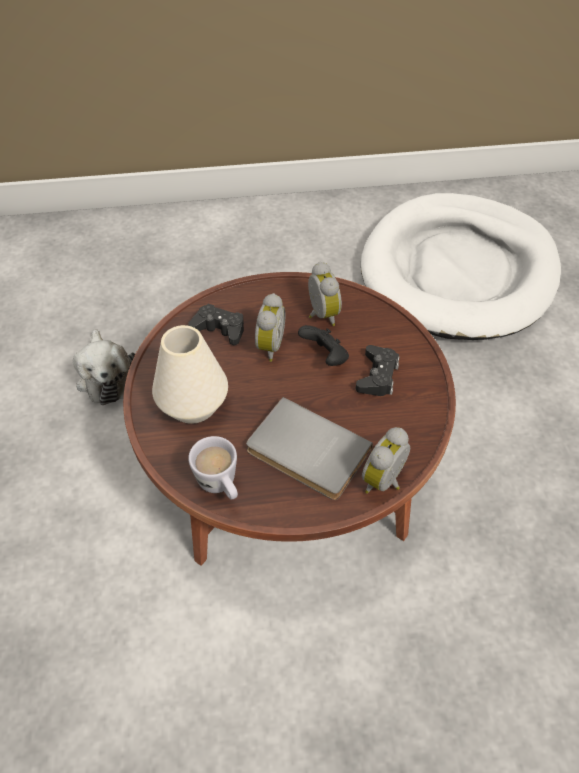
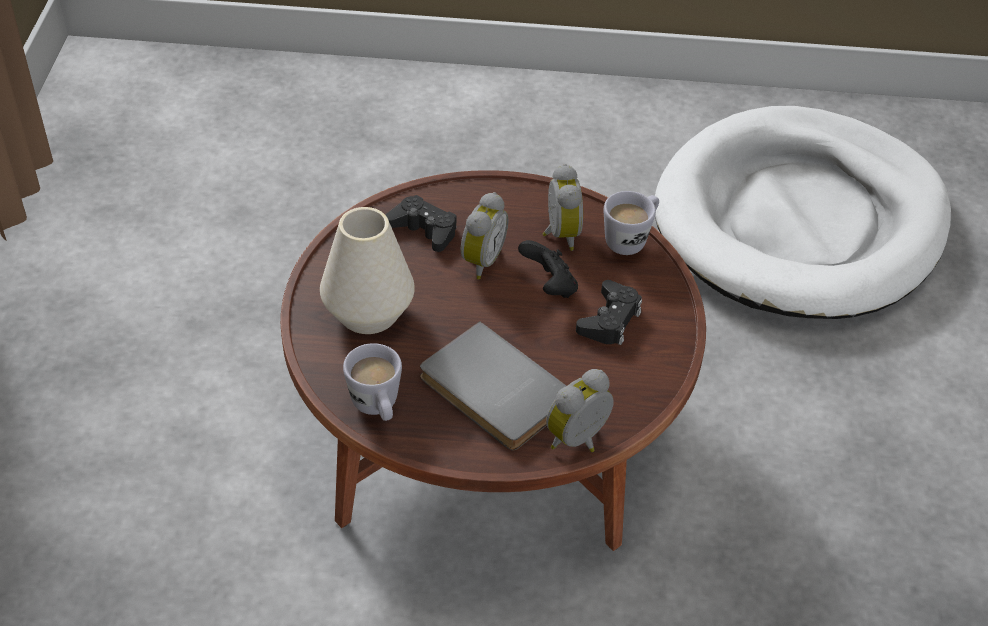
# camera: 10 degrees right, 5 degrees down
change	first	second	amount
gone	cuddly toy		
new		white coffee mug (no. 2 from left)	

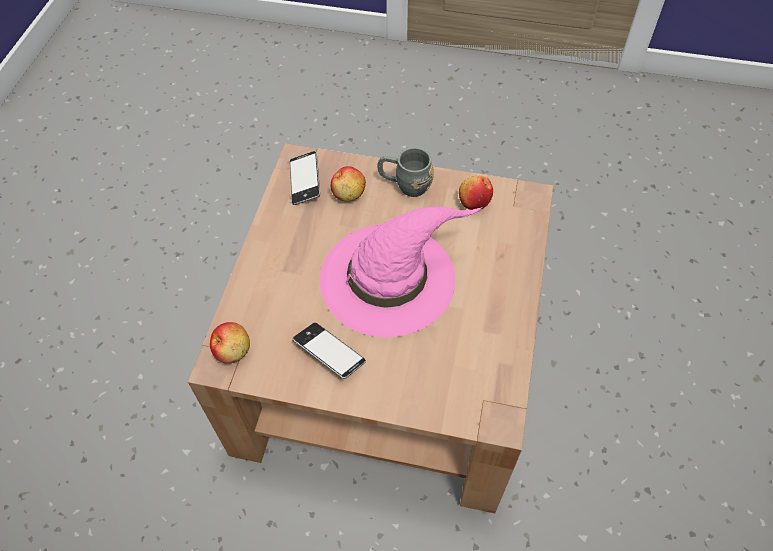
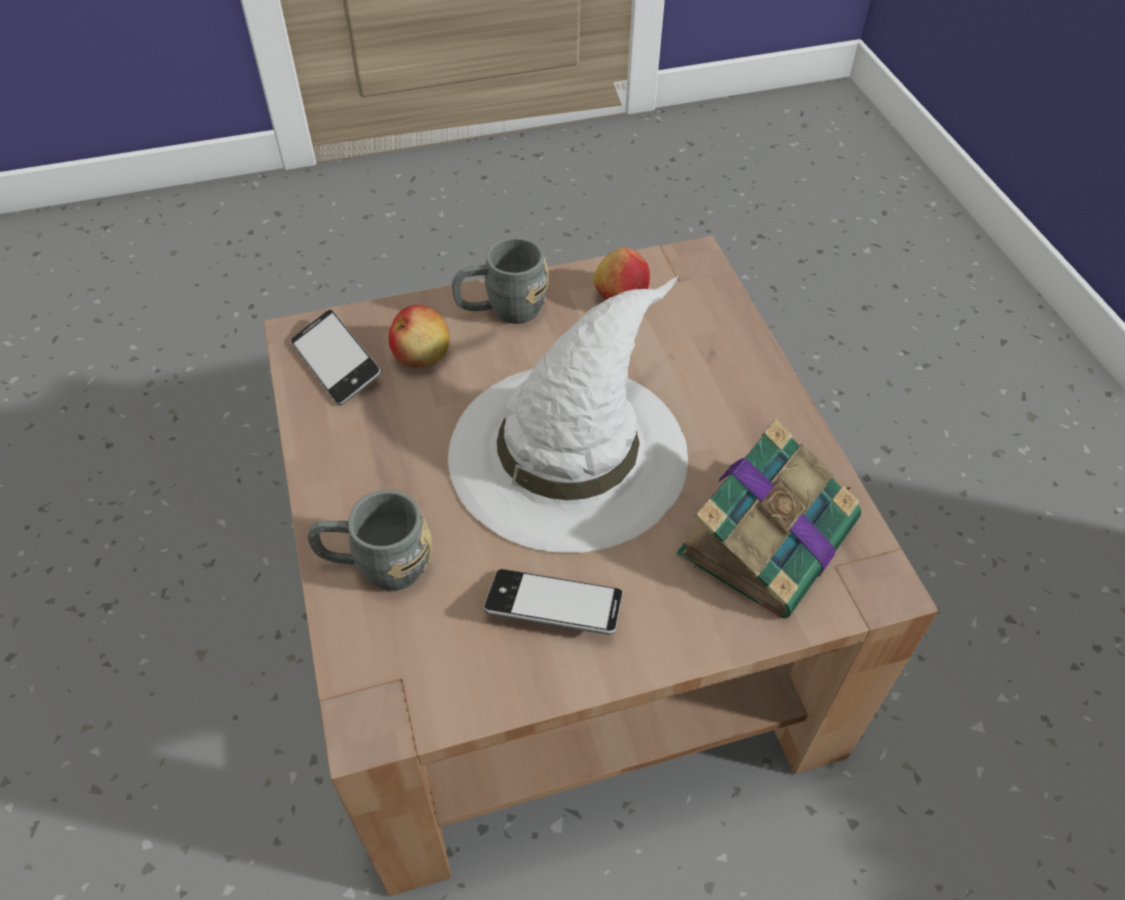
# camera: 30 degrees left, 5 degrees down
change	first	second	amount
repainted	pink clothing hat	white clothing hat	
gone	whole apple (no. 1 from left)		
new		volume	
new		grey coffee mug (no. 1 from left)	

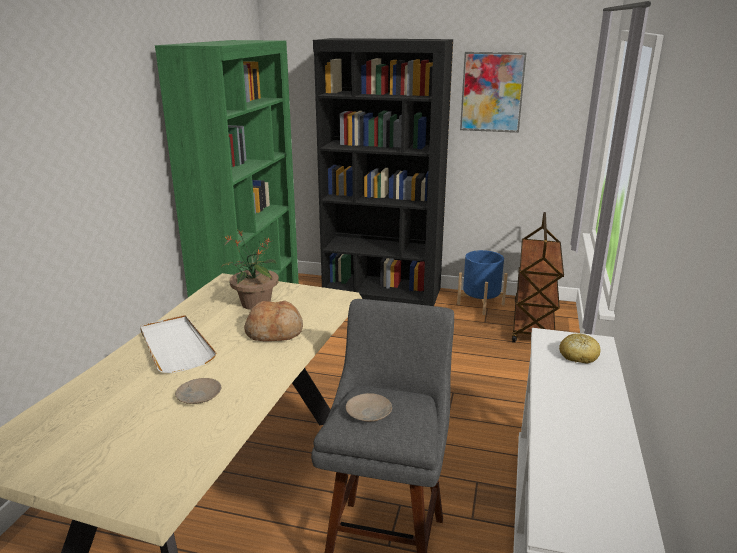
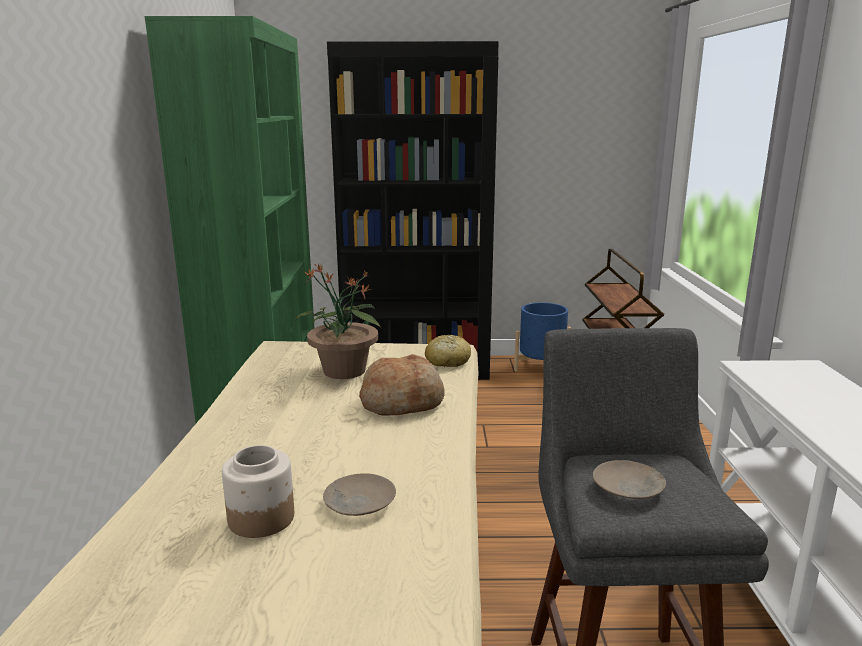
# camera: 15 degrees left, 5 degrees down
change	first	second	amount
gone	picture		
gone	white tray		
shifted	bread (no. 2 from left)		
new		preserve jar	

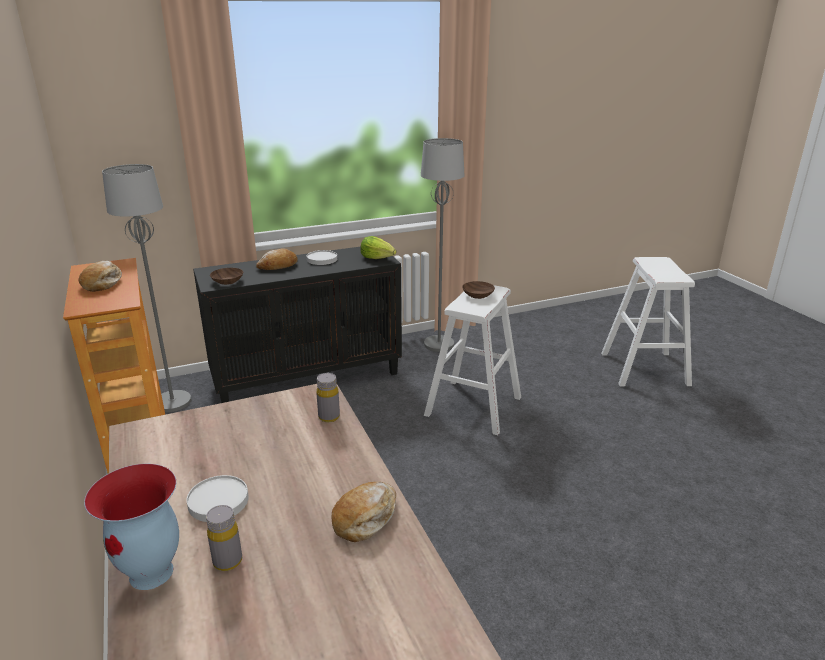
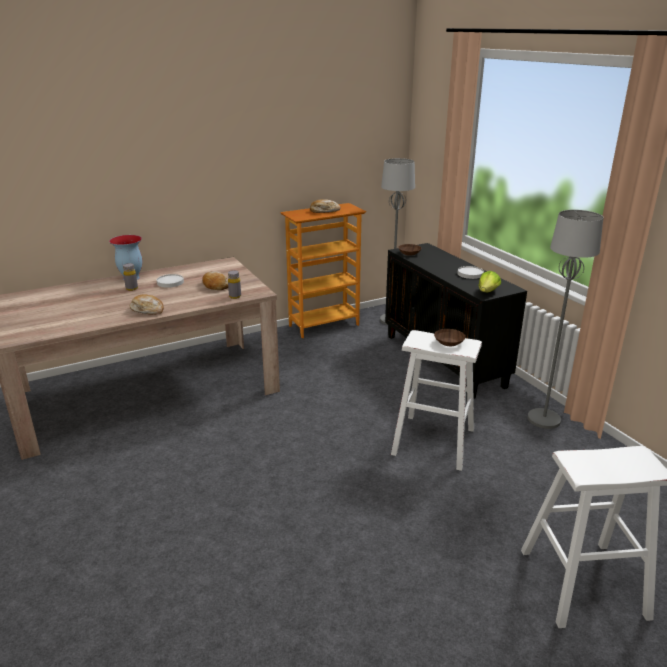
# camera: 85 degrees right, 0 degrees up
change	first	second	amount
shifted	bread (no. 2 from left)		

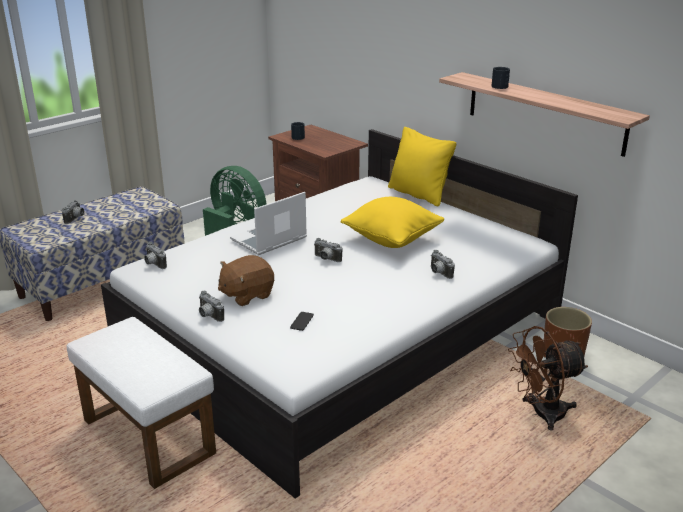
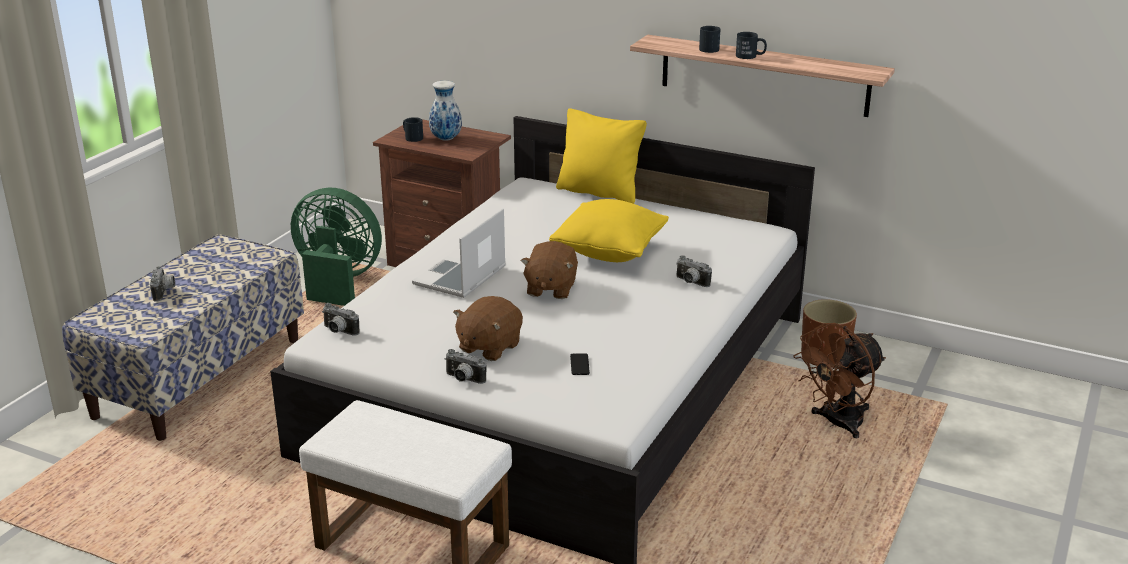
# camera: 20 degrees left, 0 degrees up
change	first	second	amount
swapped	photo camera (no. 4 from left)	brown-coloured cuddly toy (no. 2 from left)	
new		black coffee mug (no. 3 from left)	
new		vase	

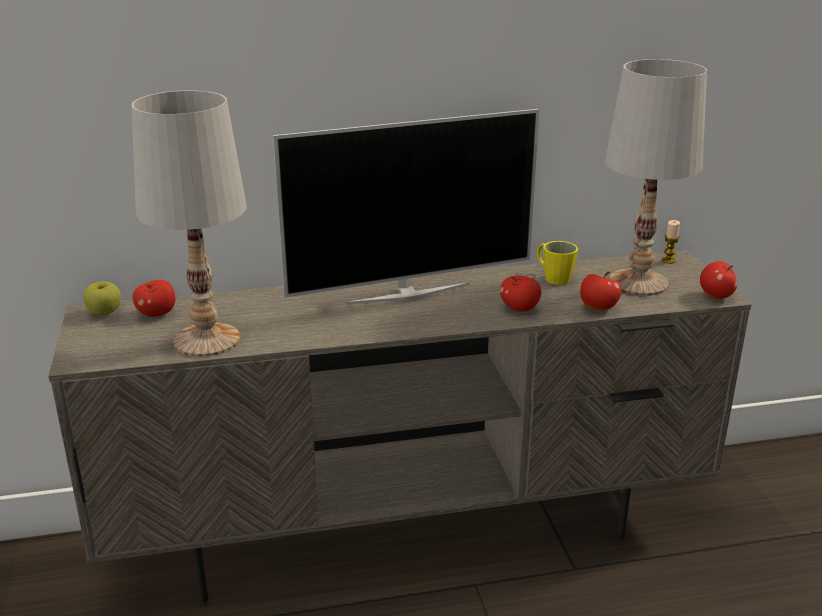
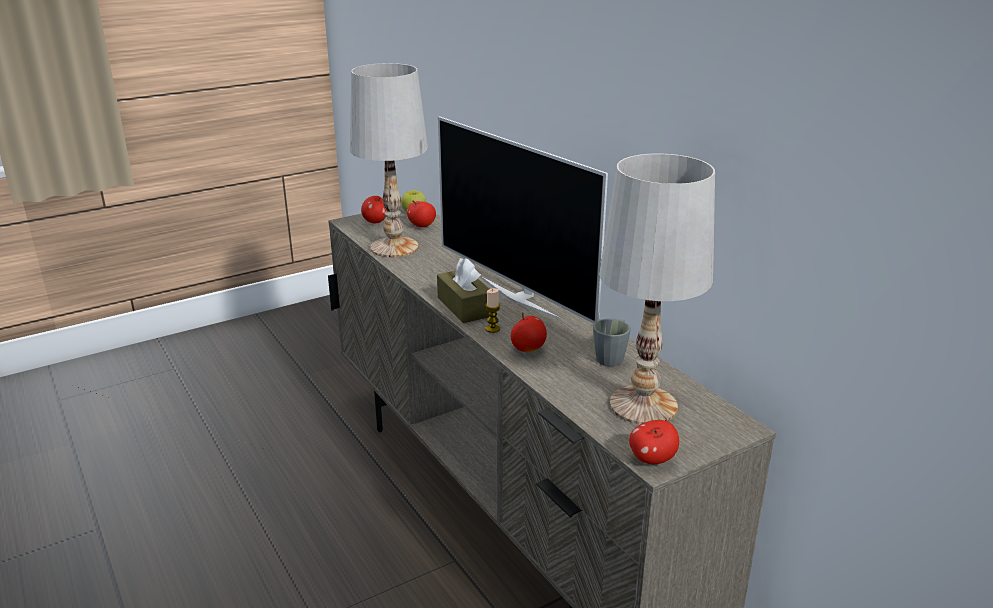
# camera: 70 degrees right, 0 degrees up
change	first	second	amount
shifted	candle		
repainted	yellowish coffee mug	grey coffee mug	
shifted	whole apple (no. 4 from left in the first image)	whole apple (no. 1 from left)	
new		brown-coloured box of tissues	

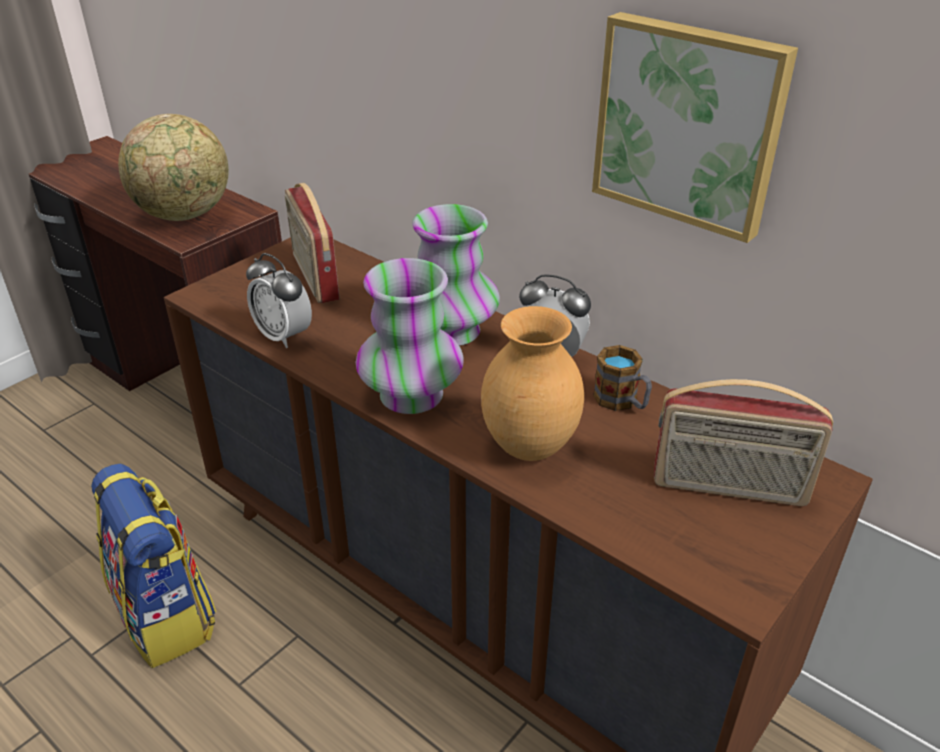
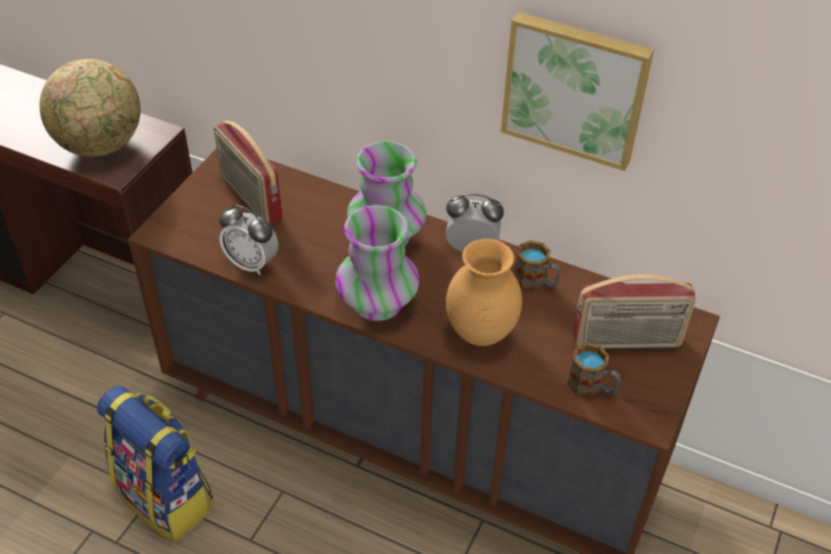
# camera: 15 degrees left, 10 degrees up
change	first	second	amount
new		coffee mug (no. 2 from left)	

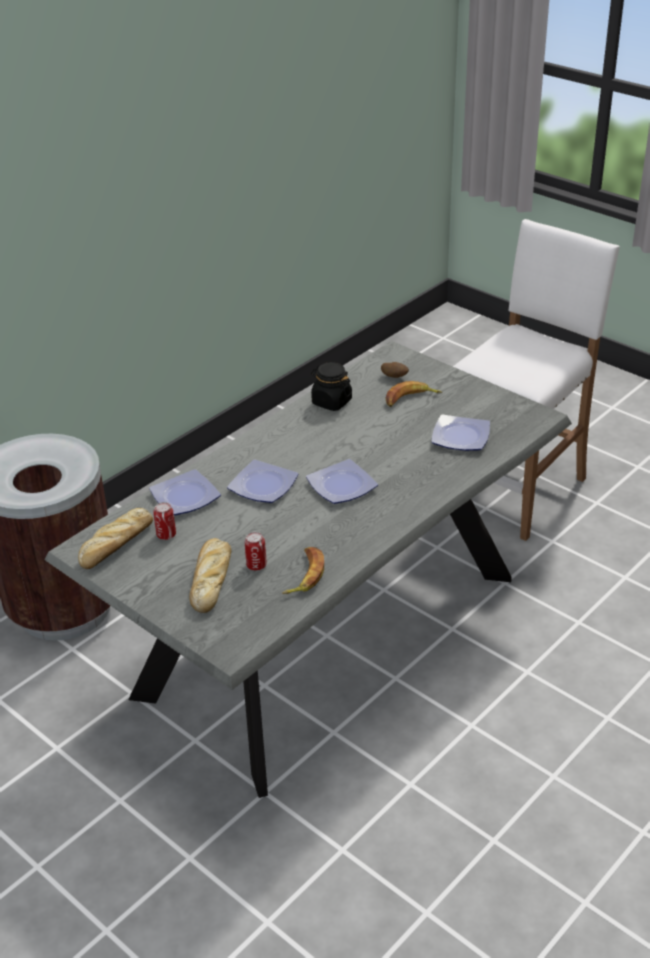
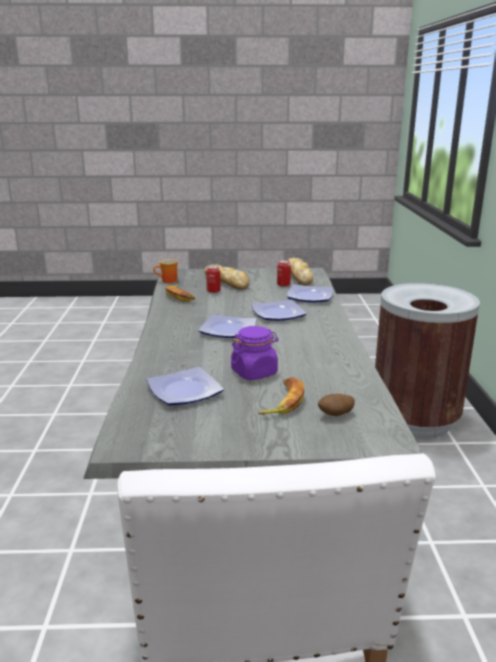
# camera: 135 degrees right, 15 degrees down
change	first	second	amount
gone	black preserve jar		
new		coffee mug	
new		purple-coloured preserve jar	

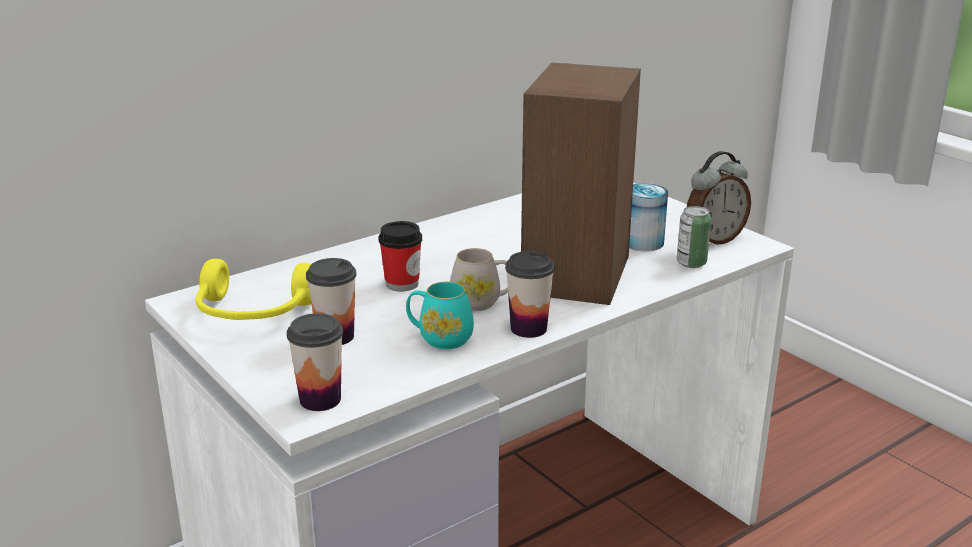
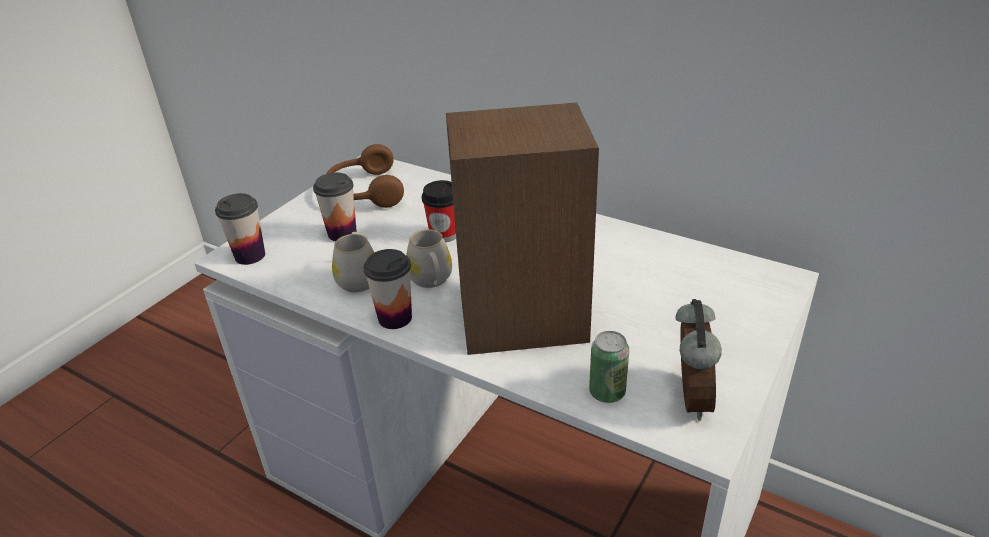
# camera: 70 degrees right, 10 degrees up
change	first	second	amount
rotated	bedside clock		120 degrees counterclockwise
gone	sealed can (no. 1 from left)		
repainted	yellowish headphones	brown-coloured headphones	
repainted	turquoise coffee mug	white coffee mug (no. 1 from left)	

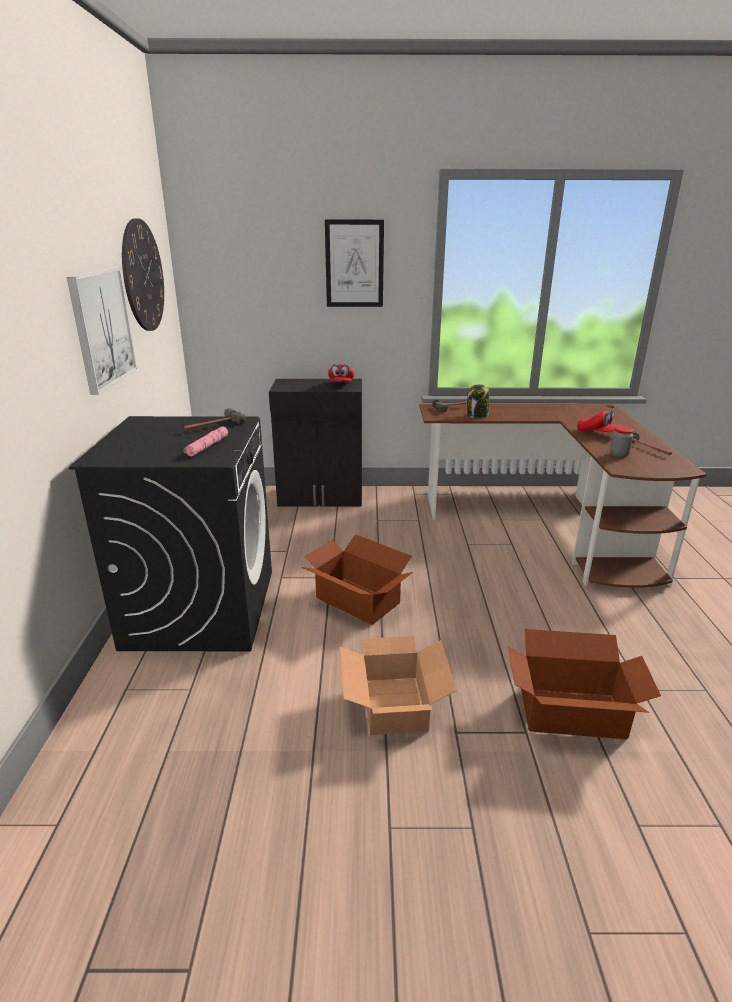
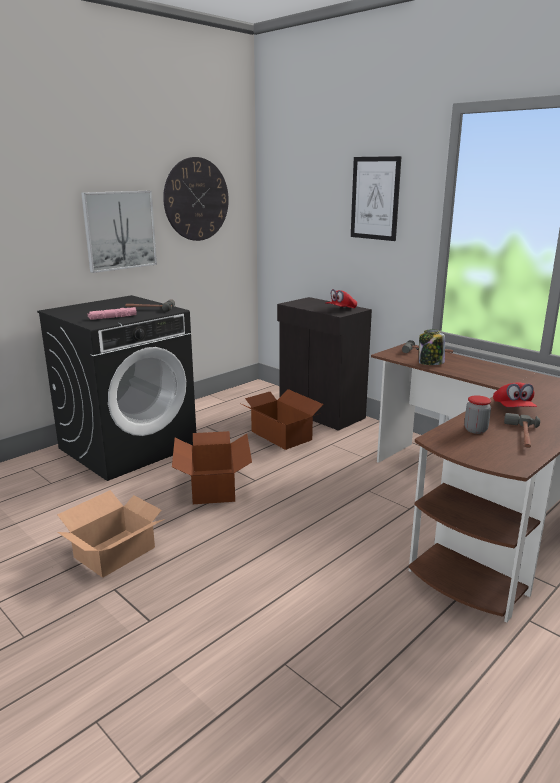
# camera: 45 degrees right, 5 degrees down
change	first	second	amount
shifted	packing box (no. 3 from left)		

